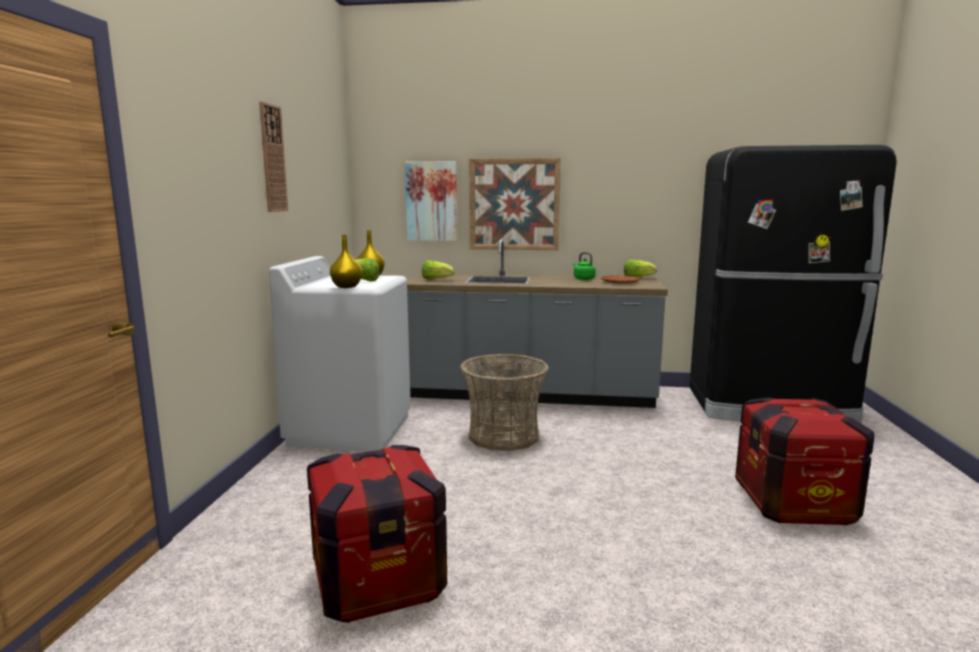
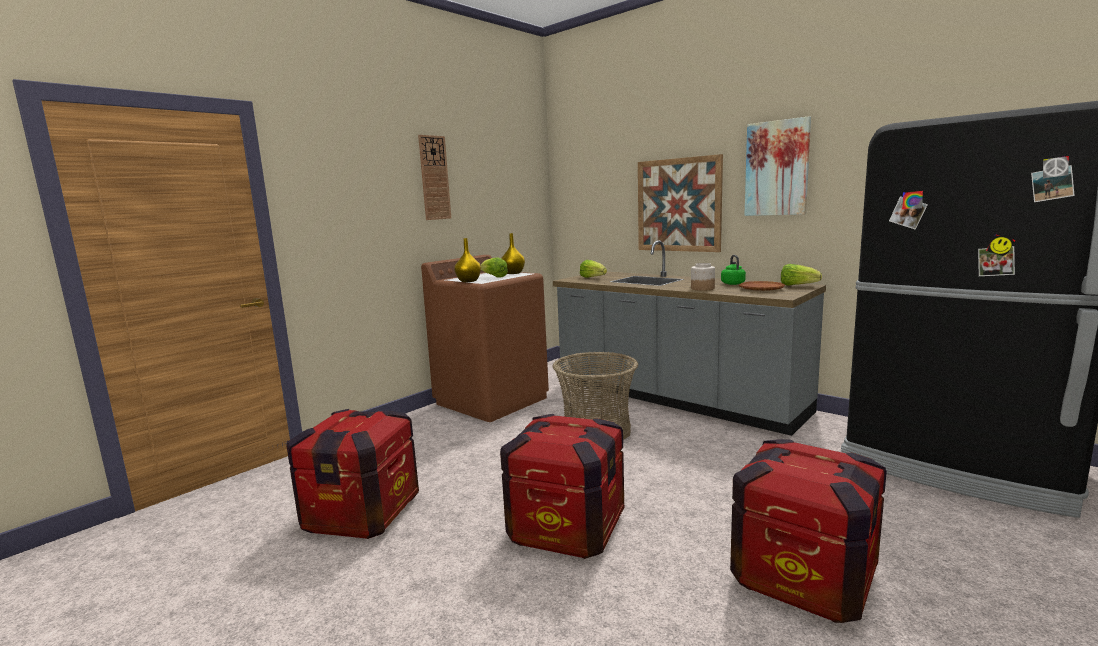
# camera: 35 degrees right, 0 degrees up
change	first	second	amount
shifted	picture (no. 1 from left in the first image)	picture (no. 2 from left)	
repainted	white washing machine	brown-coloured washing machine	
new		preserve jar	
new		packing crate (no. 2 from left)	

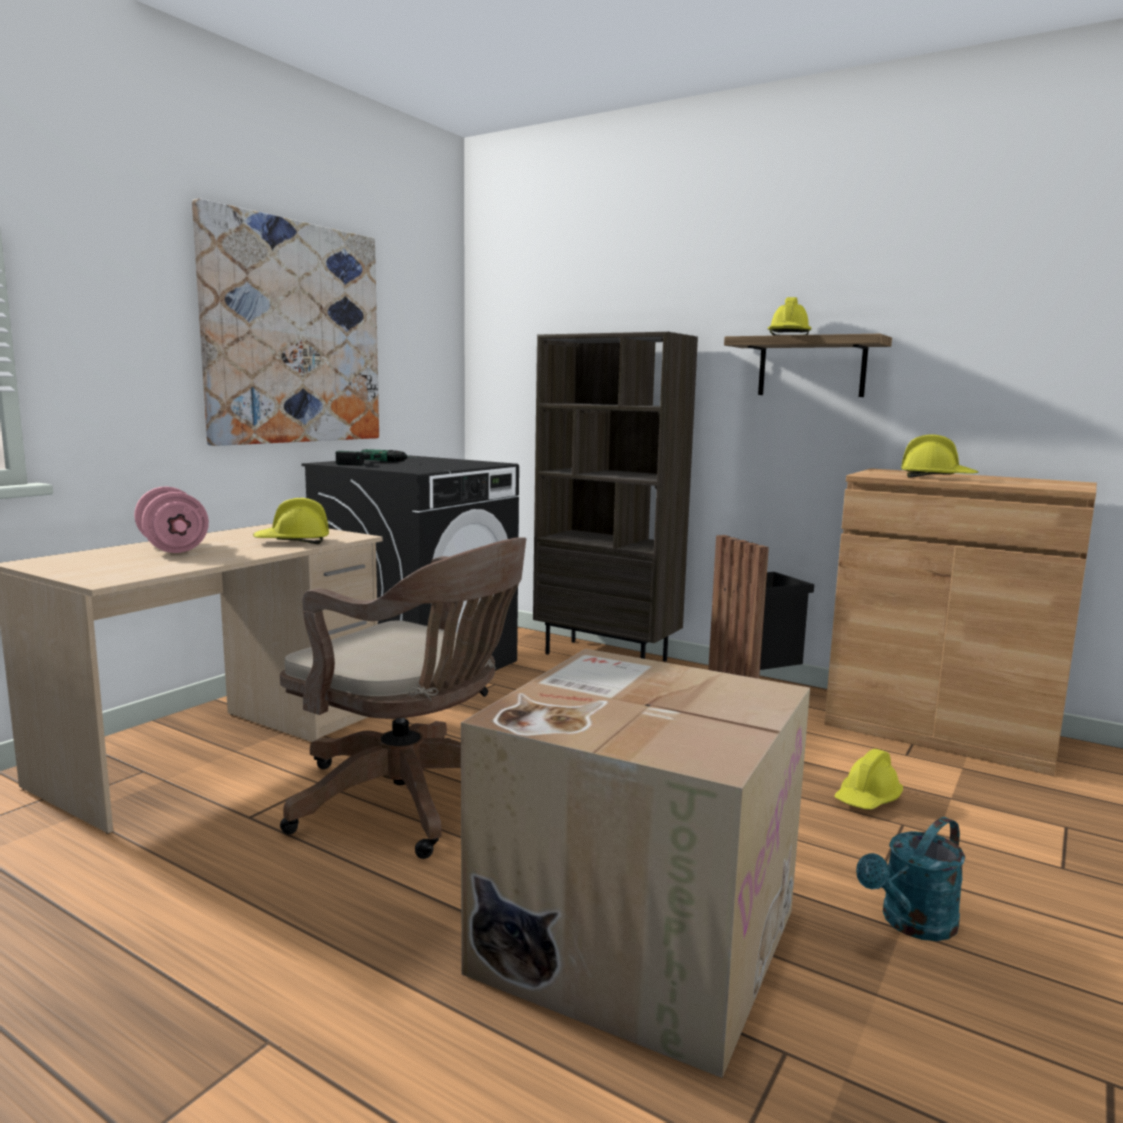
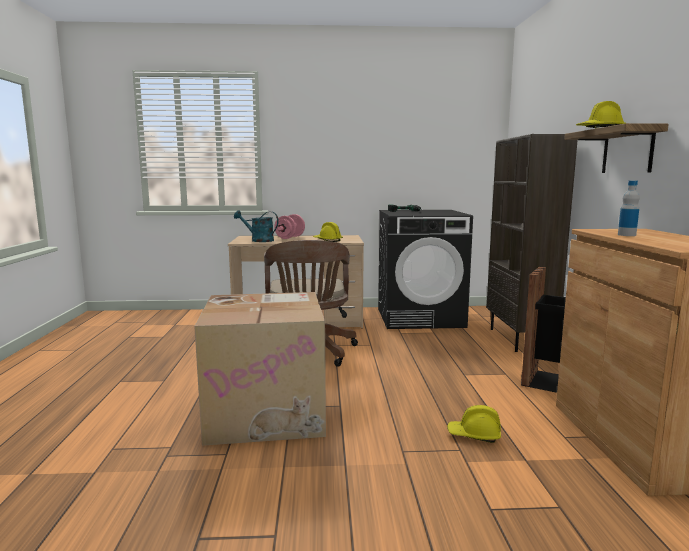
# camera: 55 degrees right, 0 degrees up
change	first	second	amount
gone	picture		
swapped	yellowish safety helmet (no. 4 from left)	bottle	
shifted	turquoise sprinkling can		

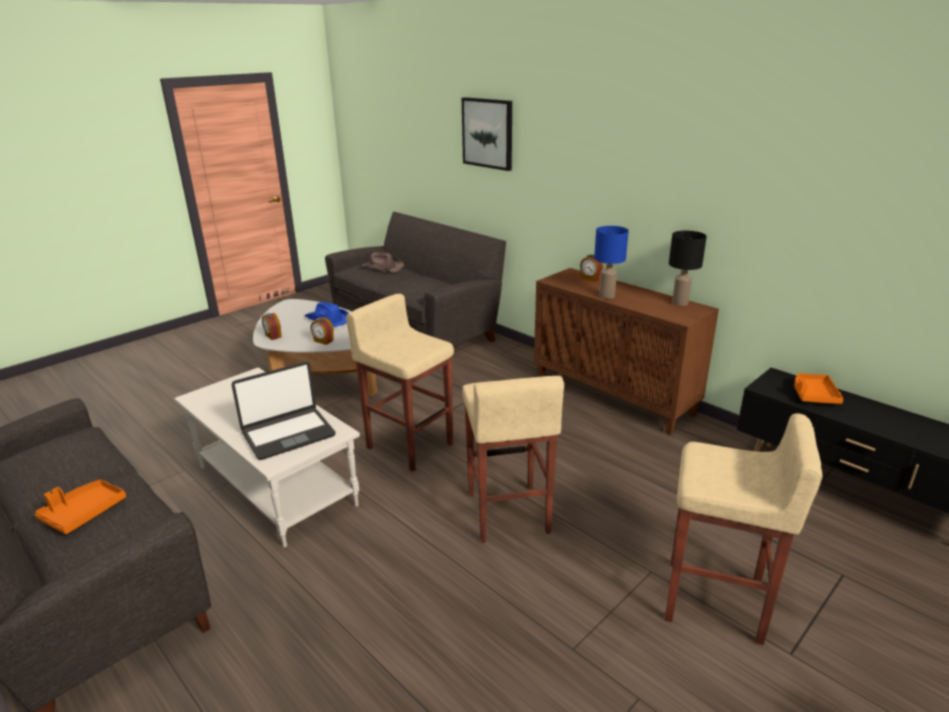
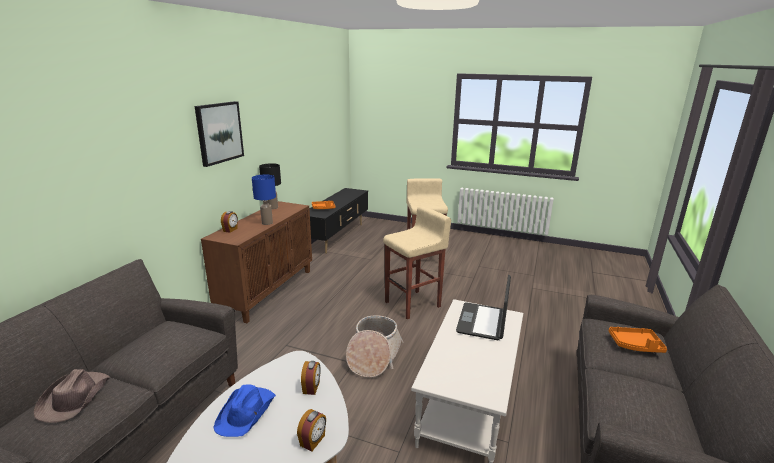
# camera: 115 degrees left, 5 degrees down
change	first	second	amount
shifted	picture		
swapped	sand-coloured stool (no. 1 from left)	basket	
rotated	portable computer		105 degrees counterclockwise

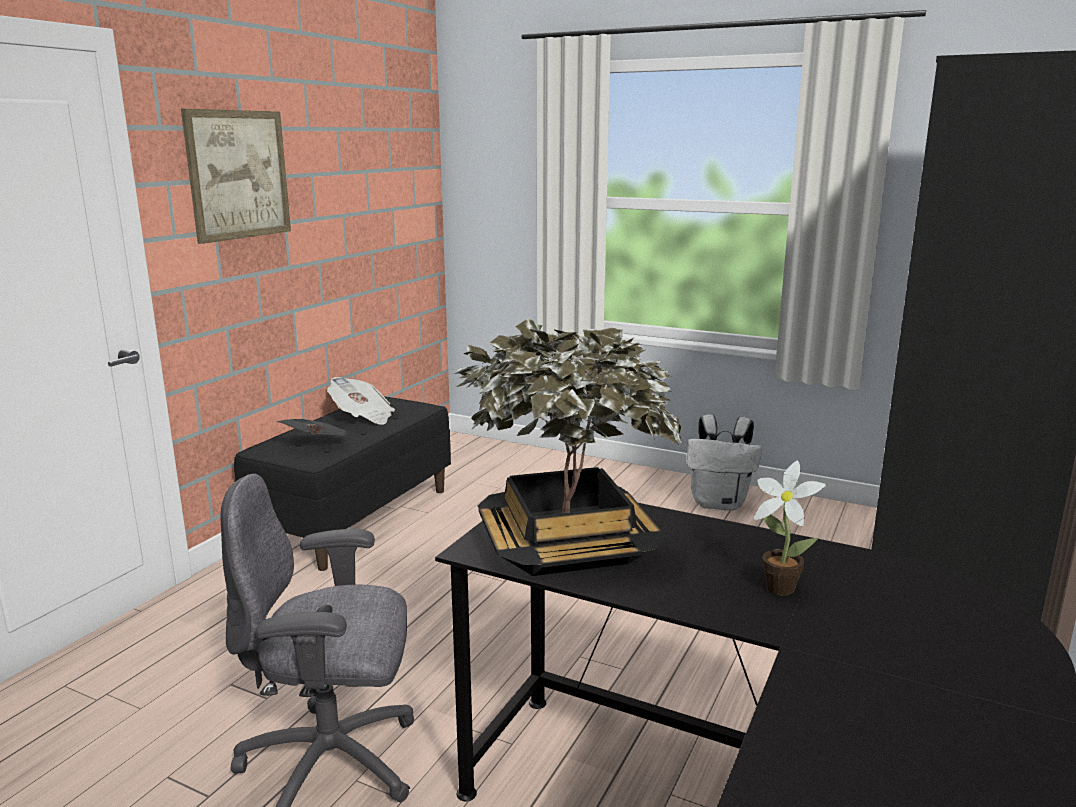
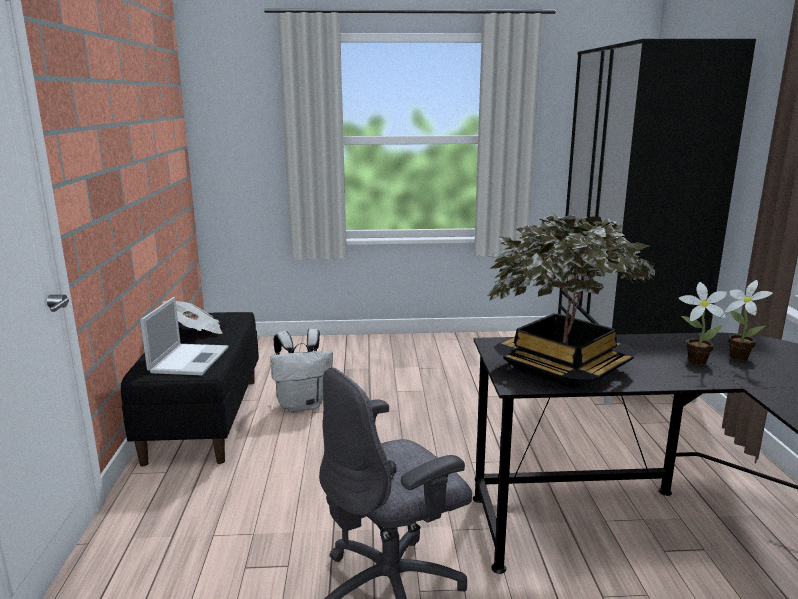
# camera: 30 degrees left, 0 degrees up
change	first	second	amount
gone	picture		
shifted	white rucksack		
swapped	newspaper (no. 1 from left)	portable computer	
new		houseplant (no. 3 from left)	

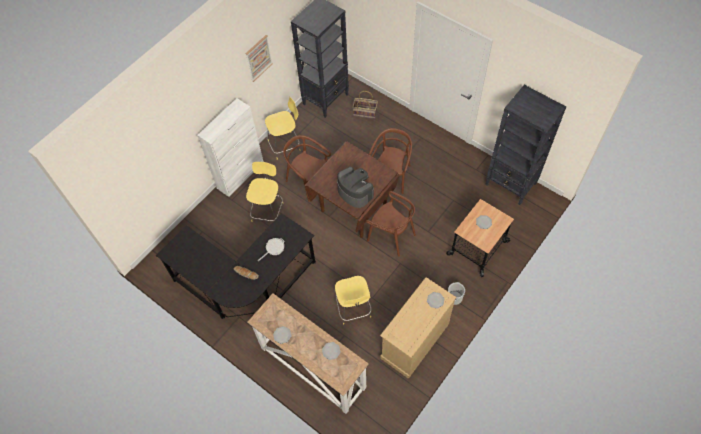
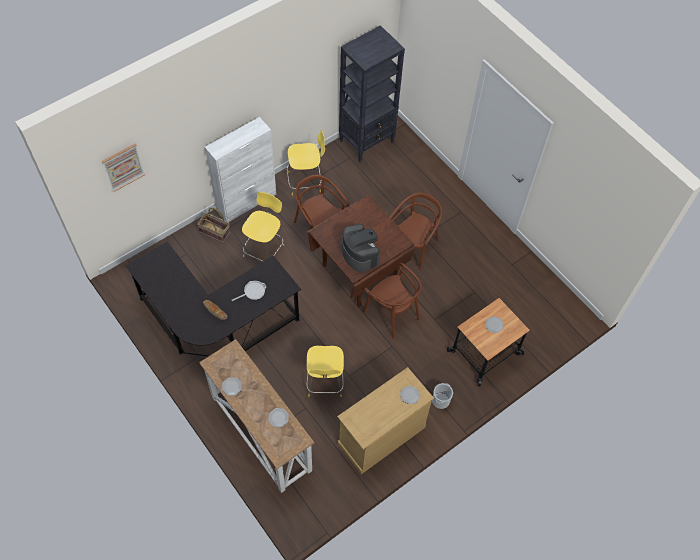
# camera: 10 degrees right, 0 degrees up
change	first	second	amount
shifted	picture		
gone	black bookcase (no. 2 from left)		
shifted	basket		

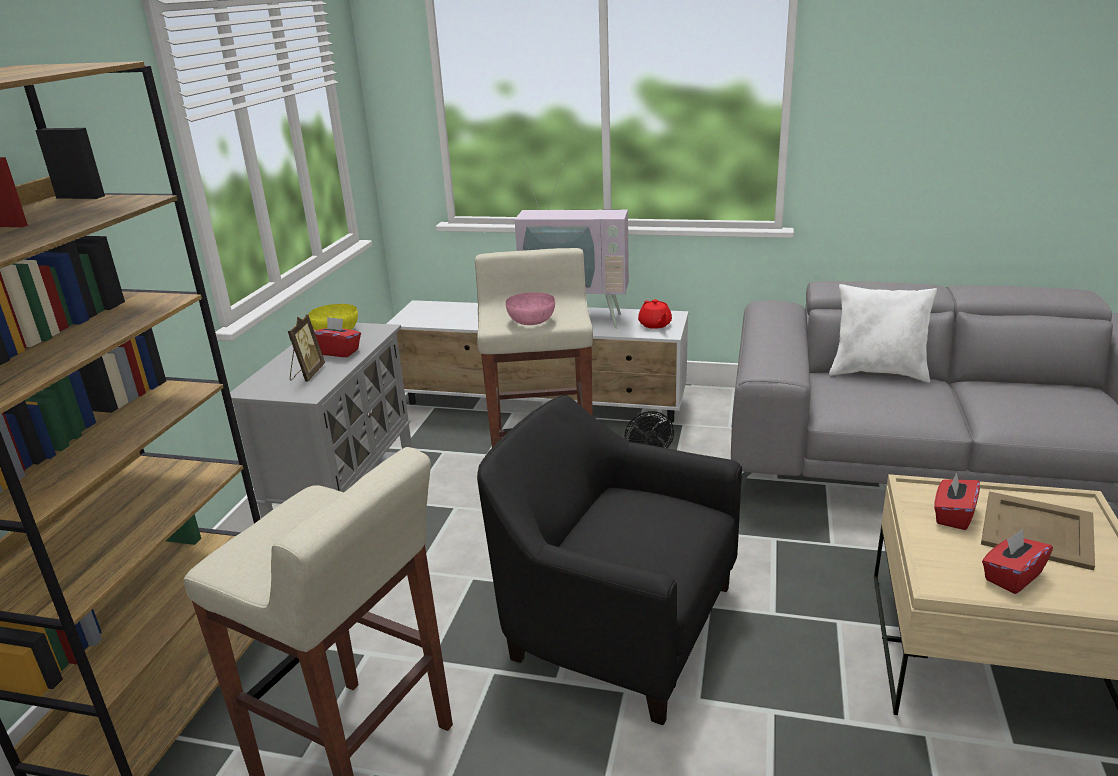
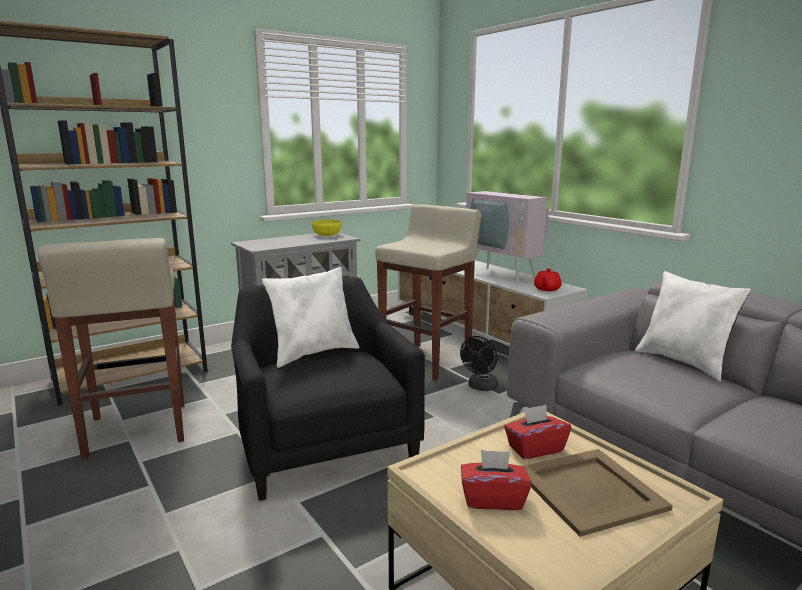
# camera: 40 degrees right, 10 degrees down
change	first	second	amount
gone	pink bowl		
gone	picture frame		
gone	reddish box of tissues (no. 1 from left)		
new		white pillow (no. 1 from left)	

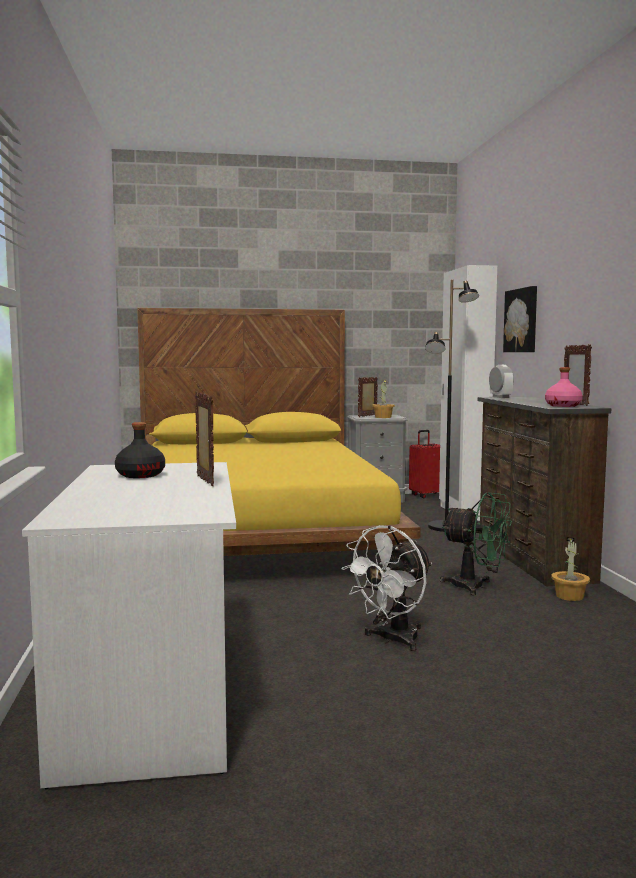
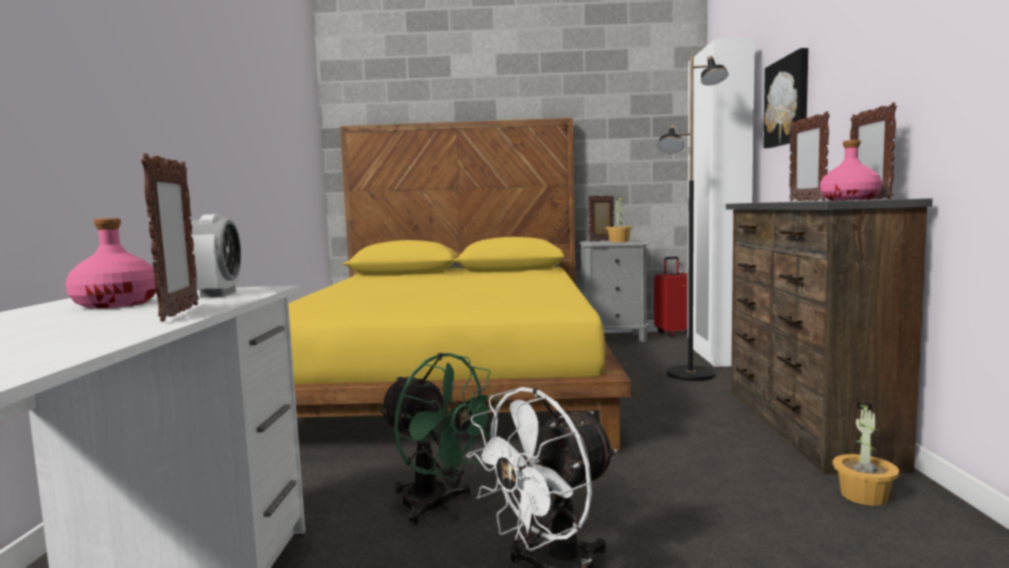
# camera: 10 degrees right, 0 degrees up
change	first	second	amount
shifted	bedside clock		
repainted	black bottle	pink bottle (no. 1 from left)	
shifted	greenish fan		
new		picture frame (no. 3 from left)	

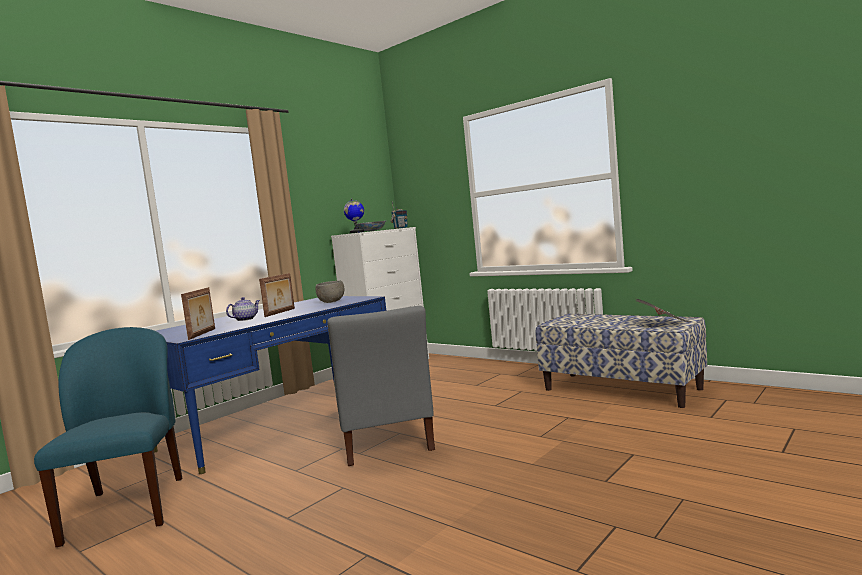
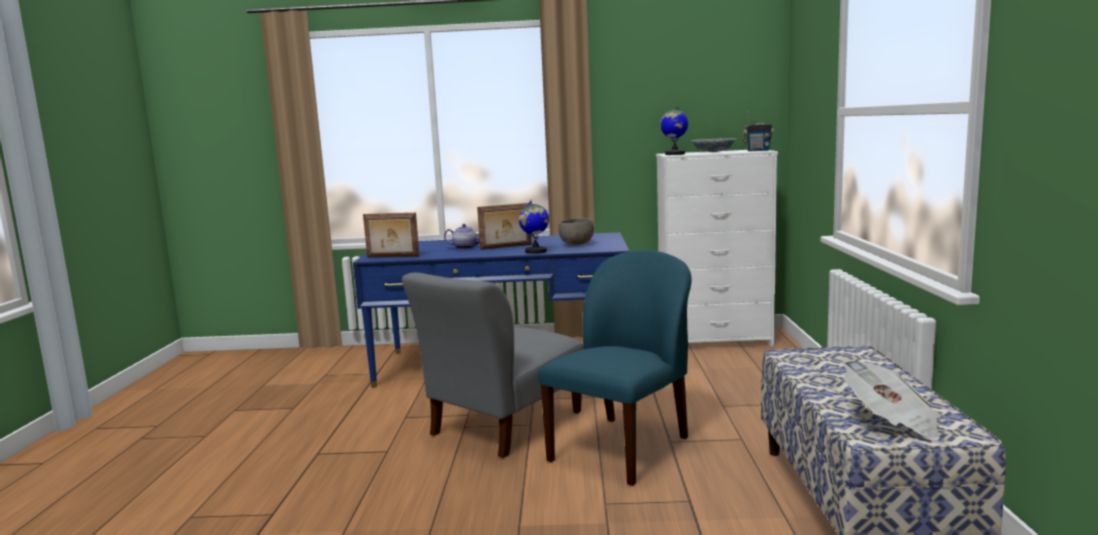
# camera: 50 degrees right, 5 degrees up
change	first	second	amount
rotated	picture frame (no. 1 from left)		45 degrees clockwise
shifted	bluish plain chair		
new		desk globe (no. 1 from left)	

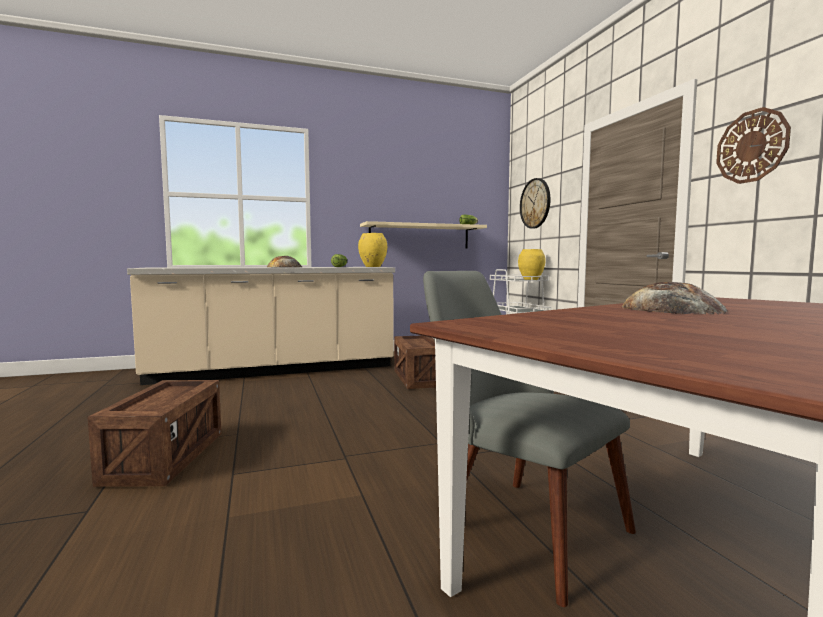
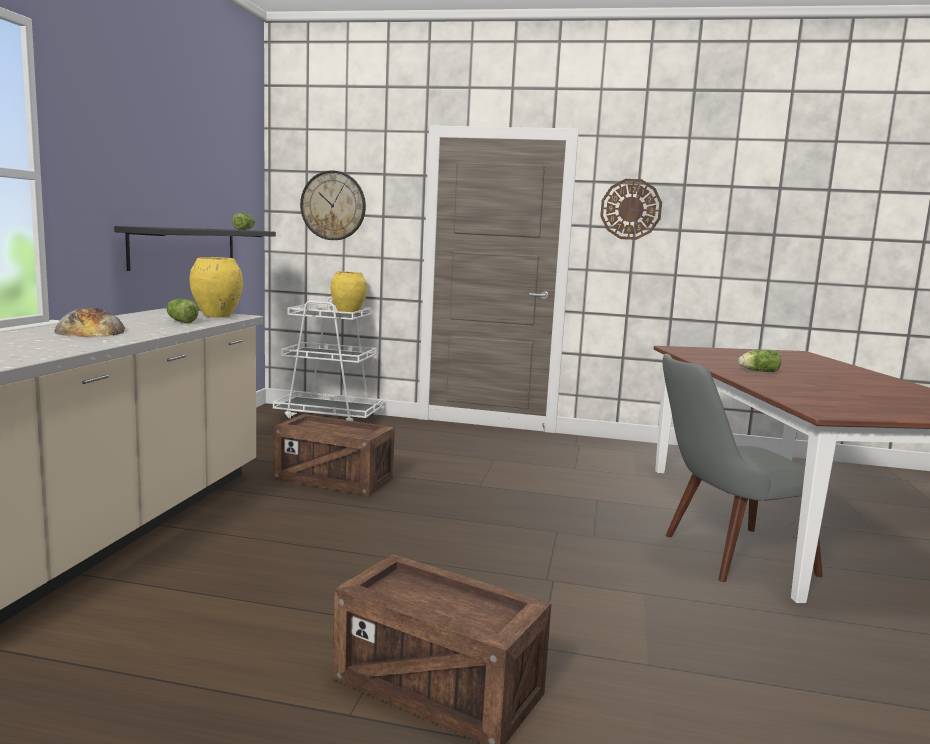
# camera: 60 degrees left, 5 degrees up
change	first	second	amount
repainted	sand-coloured bracket shelf	black bracket shelf	
swapped	bread (no. 2 from left)	head of lettuce (no. 3 from left)	

